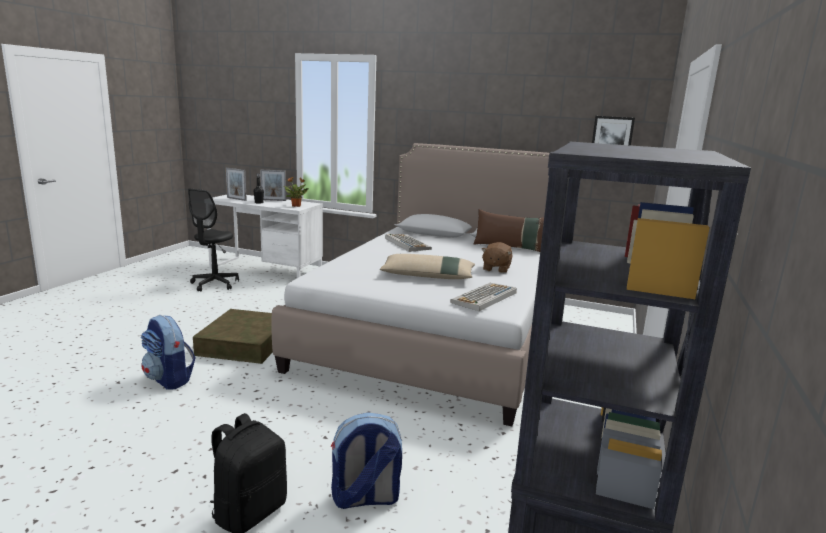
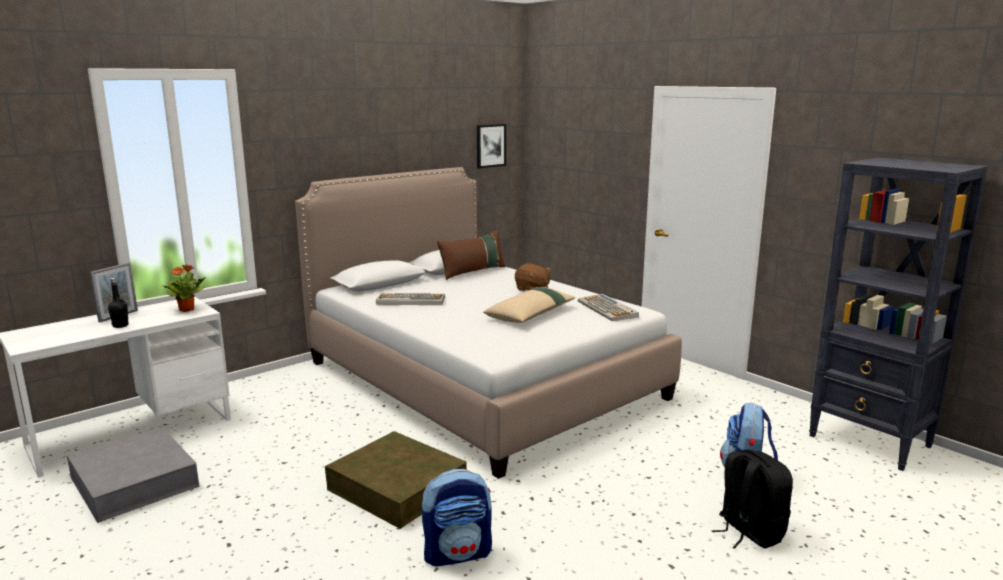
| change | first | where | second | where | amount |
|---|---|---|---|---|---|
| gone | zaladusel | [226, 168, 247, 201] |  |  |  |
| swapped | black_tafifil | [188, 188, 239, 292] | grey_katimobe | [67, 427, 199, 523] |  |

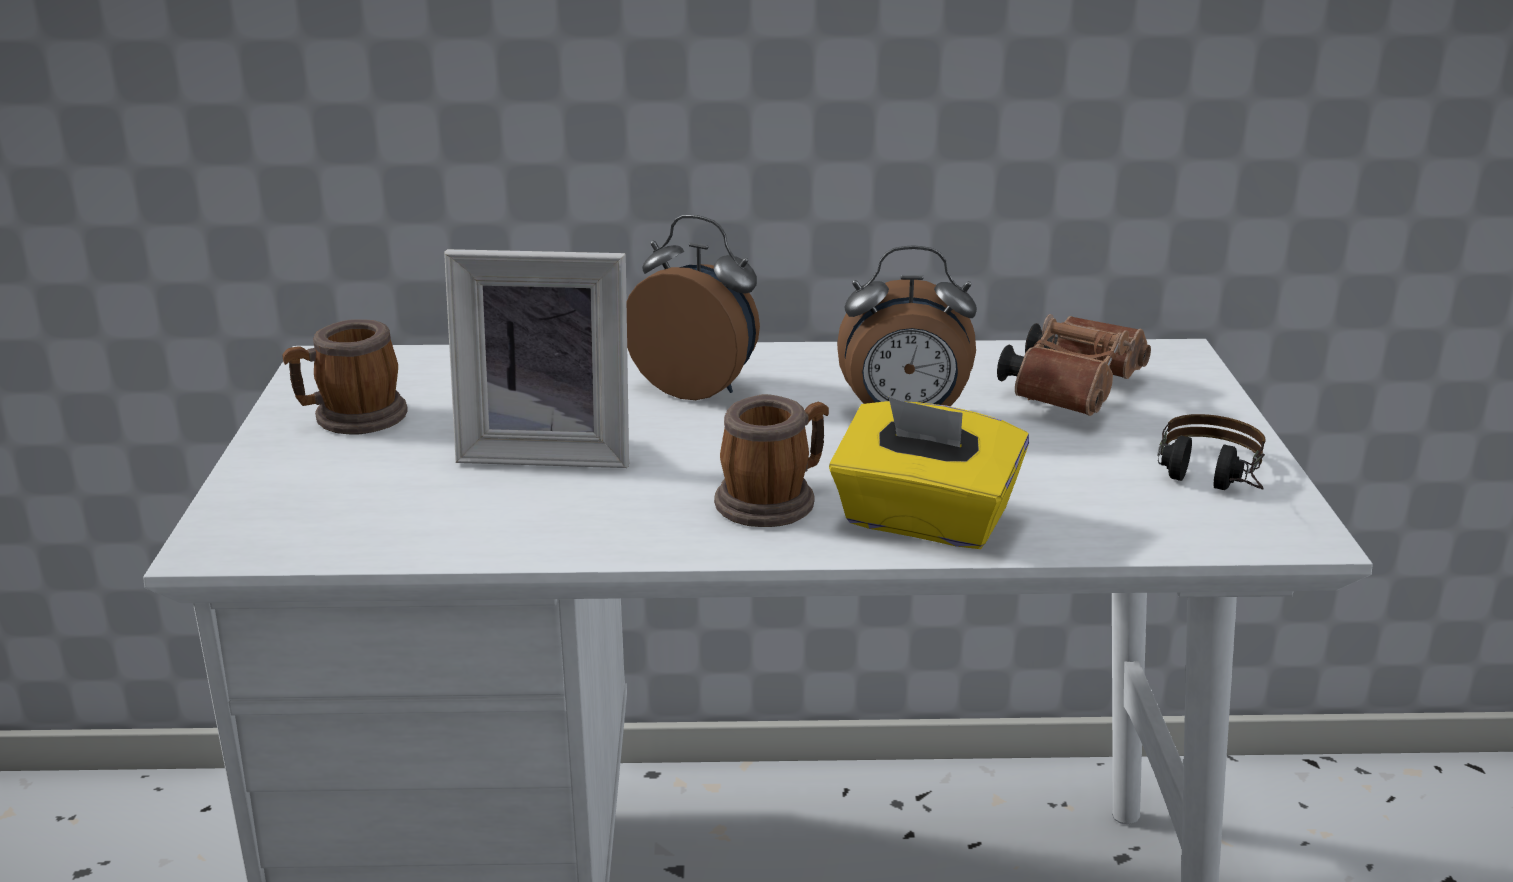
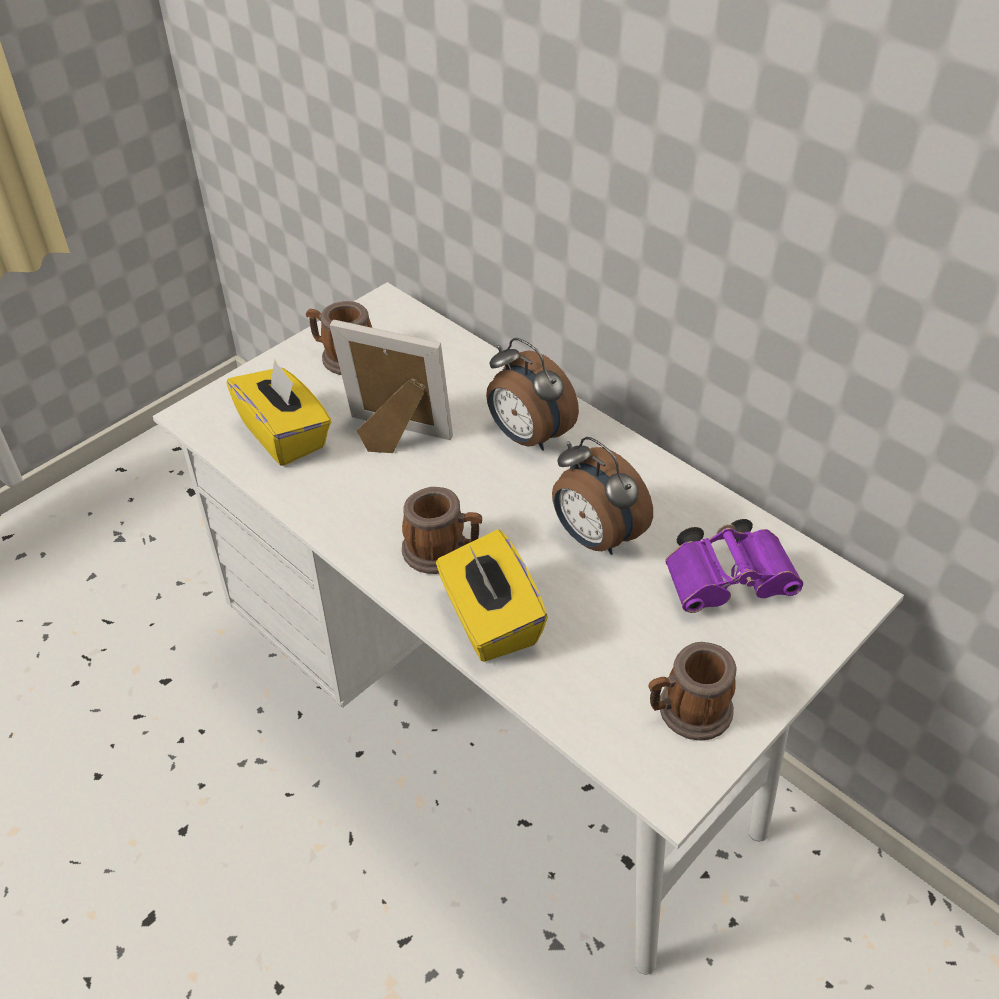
| change | first | where | second | where | amount |
|---|---|---|---|---|---|
| new |  |  | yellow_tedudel | [227, 360, 332, 466] |  |
| swapped | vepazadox | [1157, 414, 1265, 490] | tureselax | [649, 642, 736, 741] |  |
| repainted | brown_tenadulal | [997, 314, 1151, 416] | purple_tenadulal | [665, 519, 803, 613] |  |
| rotated | zaladusel | [444, 249, 629, 468] |  | [329, 320, 453, 453] | 150 degrees clockwise |
| rotated | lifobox | [627, 215, 760, 400] |  | [486, 338, 579, 451] | 150 degrees clockwise |

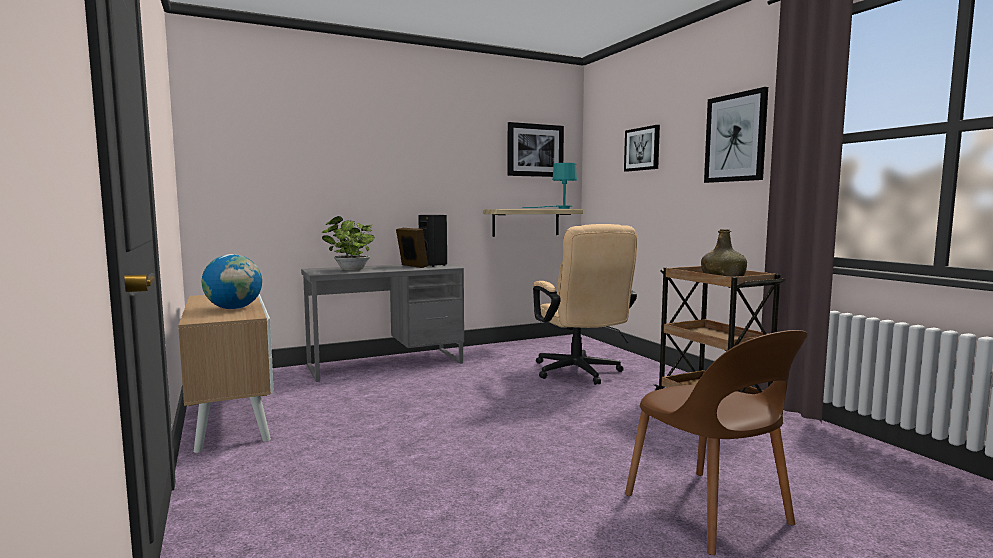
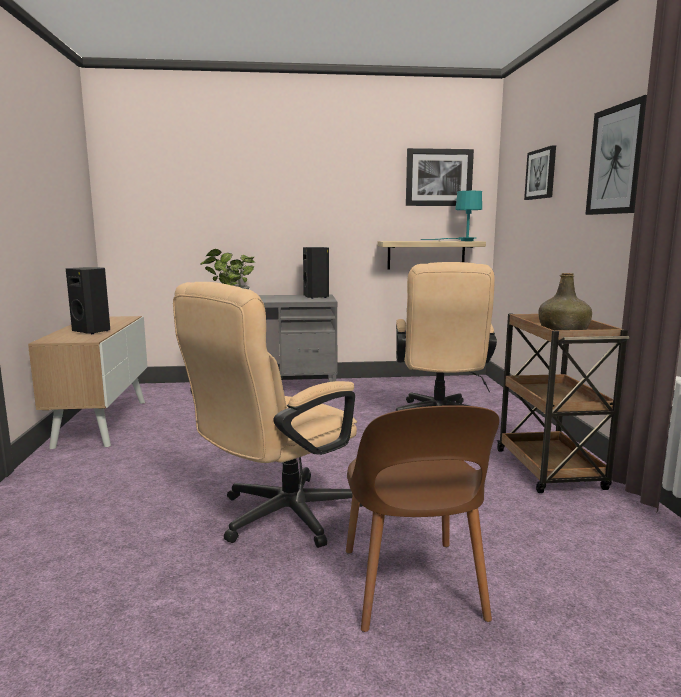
| change | first | where | second | where | amount |
|---|---|---|---|---|---|
| gone | zaladusel | [396, 228, 428, 268] |  |  |  |
| new |  |  | beige_tafifil | [173, 282, 362, 548] |  |
| swapped | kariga | [202, 254, 262, 309] | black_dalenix | [66, 267, 110, 334] |  |

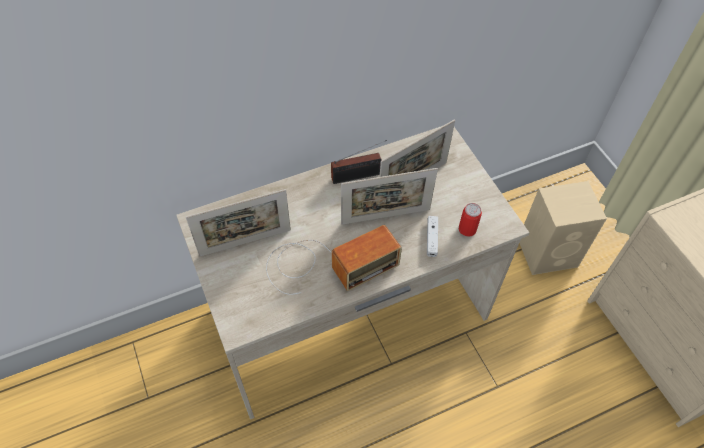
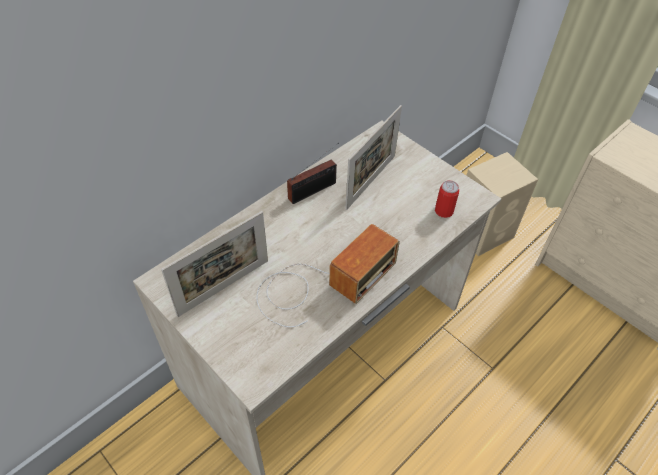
| change | first | where | second | where | amount |
|---|---|---|---|---|---|
| gone | zaladusel | [341, 168, 438, 225] |  |  |  |
| gone | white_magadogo | [427, 216, 438, 257] |  |  |  |

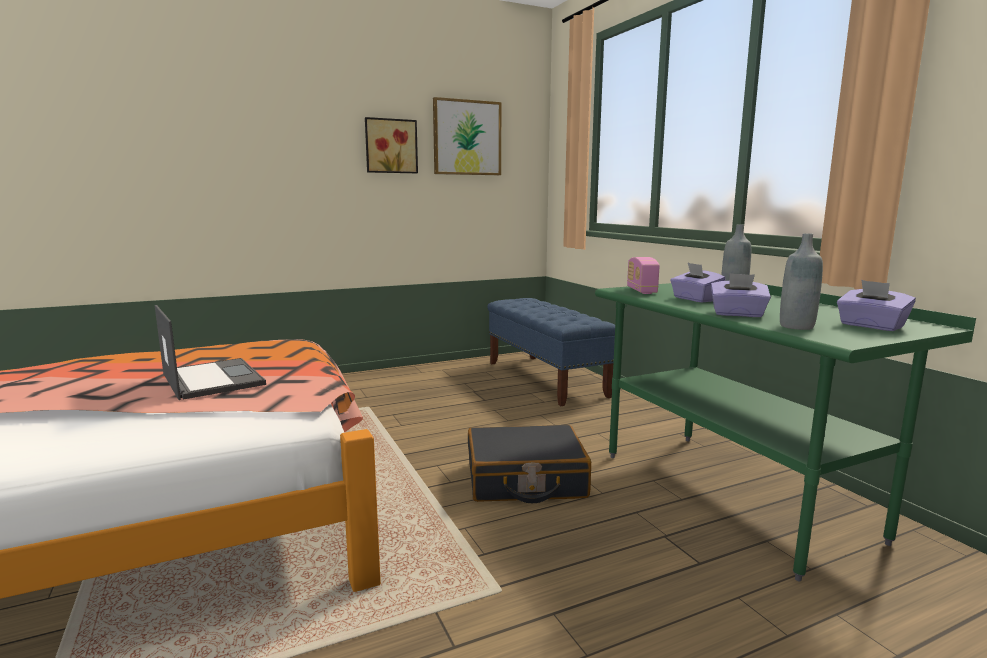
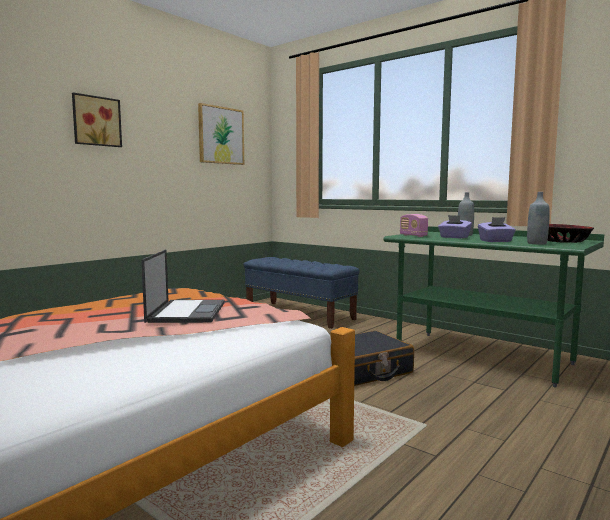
| change | first | where | second | where | amount |
|---|---|---|---|---|---|
| shifted | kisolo | [365, 117, 418, 173] |  | [72, 93, 122, 147] |  |
| swapped | purple_tedudel | [837, 280, 916, 331] | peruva | [548, 224, 594, 243] |  |
| rotated | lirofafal | [155, 305, 266, 400] |  | [141, 249, 225, 323] | 60 degrees clockwise |

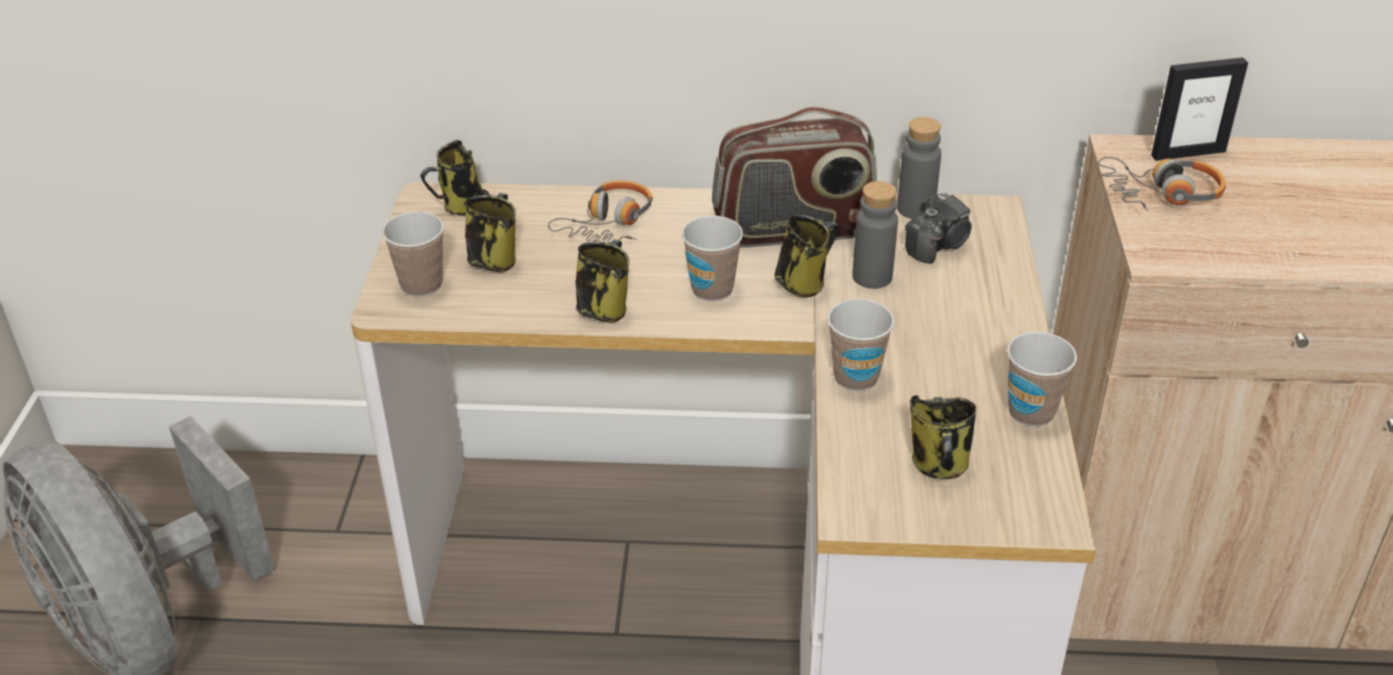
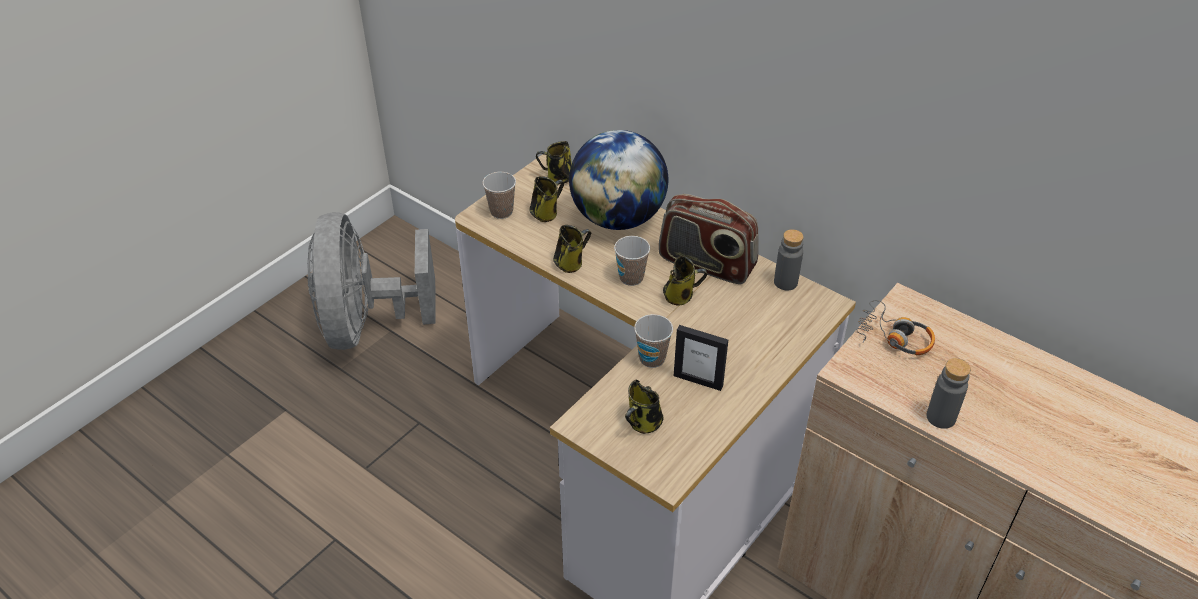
| change | first | where | second | where | amount |
|---|---|---|---|---|---|
| gone | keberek | [905, 191, 972, 264] |  |  |  |
| gone | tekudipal | [1007, 332, 1077, 427] |  |  |  |
| shifted | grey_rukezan | [852, 181, 898, 289] |  | [926, 358, 971, 429] |  |
| shifted | zaladusel | [1151, 57, 1248, 161] |  | [674, 325, 728, 391] |  |
| swapped | vepazadox | [548, 181, 653, 244] | kariga | [569, 130, 668, 230] |  |

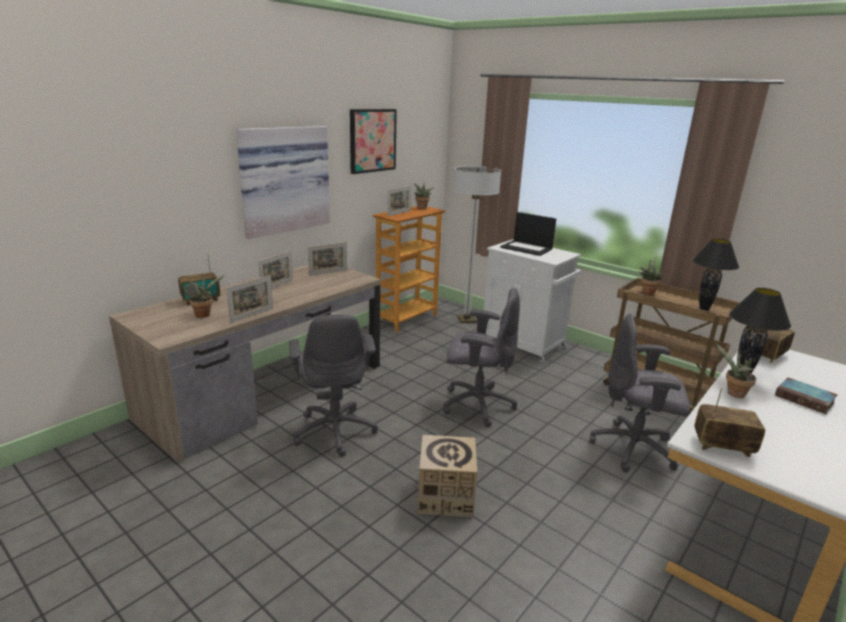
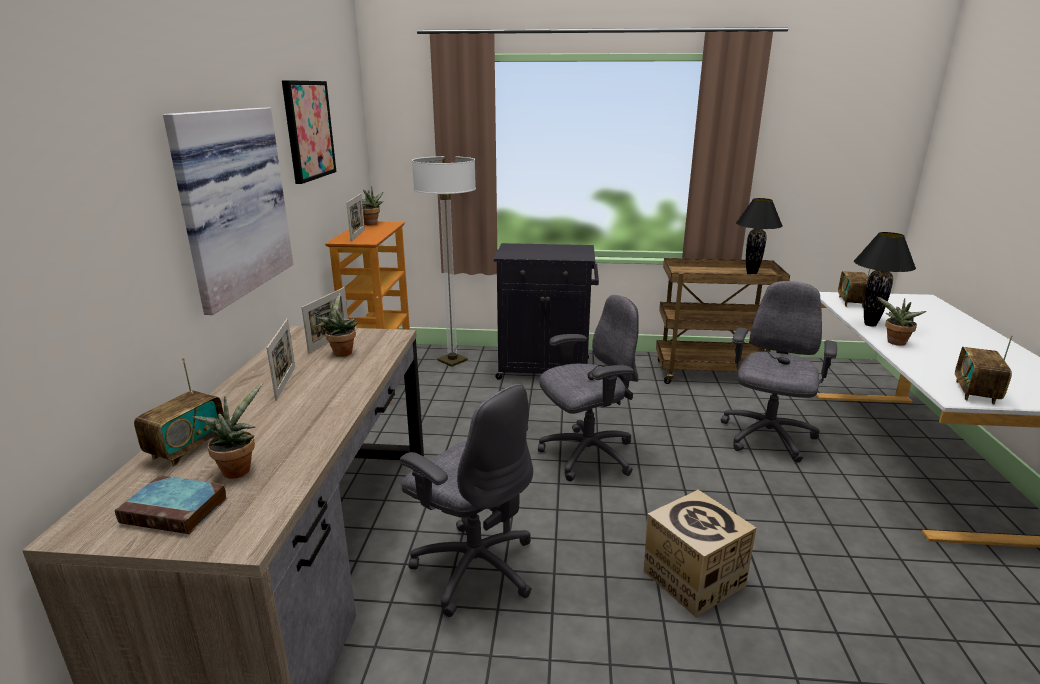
| change | first | where | second | where | amount |
|---|---|---|---|---|---|
| gone | zaladusel | [226, 275, 273, 323] |  |  |  |
| gone | lirofafal | [500, 212, 556, 256] |  |  |  |
| shifted | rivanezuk | [639, 256, 663, 295] |  | [316, 293, 358, 357] |  |
| shifted | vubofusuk | [775, 377, 838, 414] |  | [115, 475, 227, 534] |  |
| repainted | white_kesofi | [484, 239, 581, 363] | black_kesofi | [494, 243, 599, 380] |  |
| rotated | grey_tafifil | [589, 314, 690, 473] |  | [721, 281, 837, 463] | 135 degrees clockwise |
| rotated | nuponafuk | [695, 389, 765, 457] |  | [955, 335, 1013, 405] | 45 degrees counterclockwise |

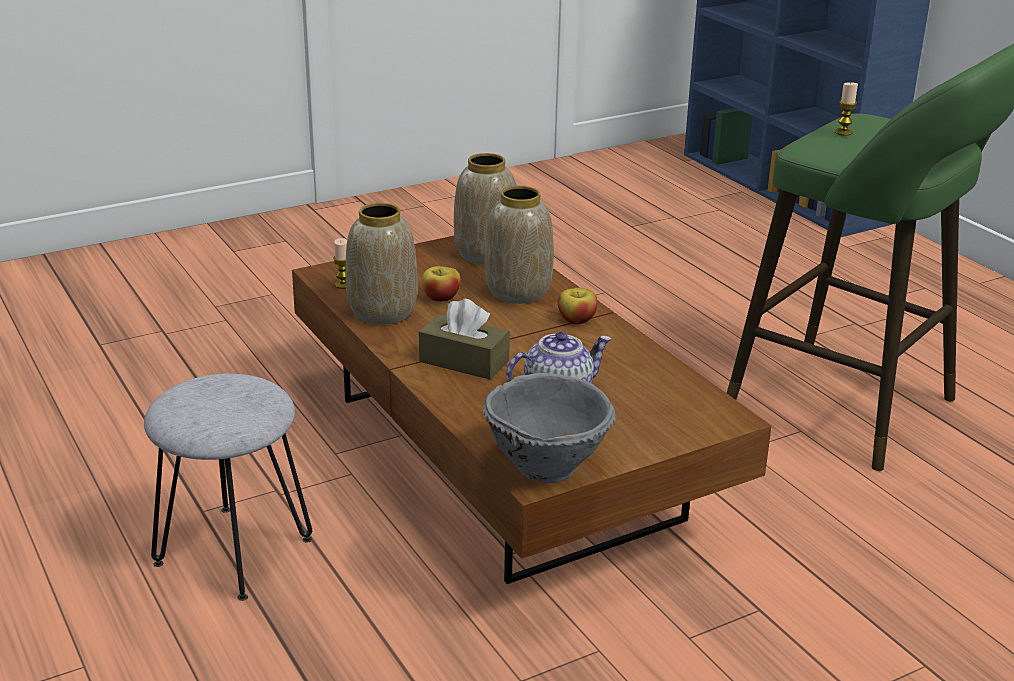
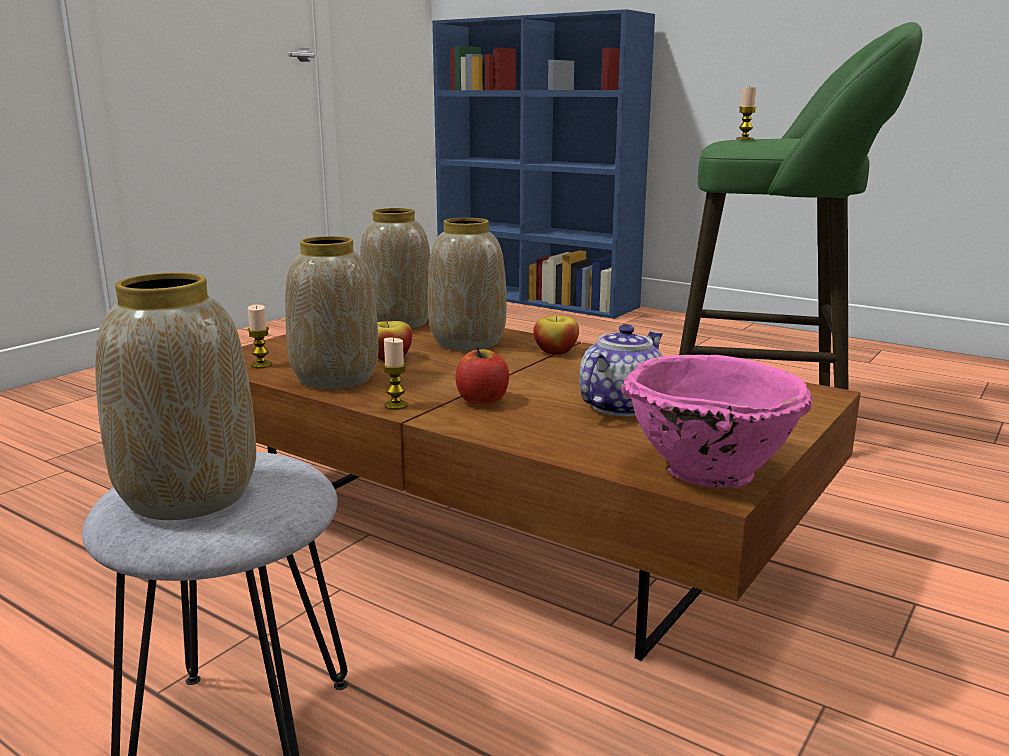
| change | first | where | second | where | amount |
|---|---|---|---|---|---|
| new |  |  | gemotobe | [95, 272, 256, 520] |  |
| new |  |  | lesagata | [382, 338, 408, 410] |  |
| swapped | brown_tedudel | [419, 299, 510, 380] | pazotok | [456, 346, 509, 405] |  |
| repainted | grey_peruva | [483, 373, 616, 483] | pink_peruva | [621, 355, 812, 488] |  |

